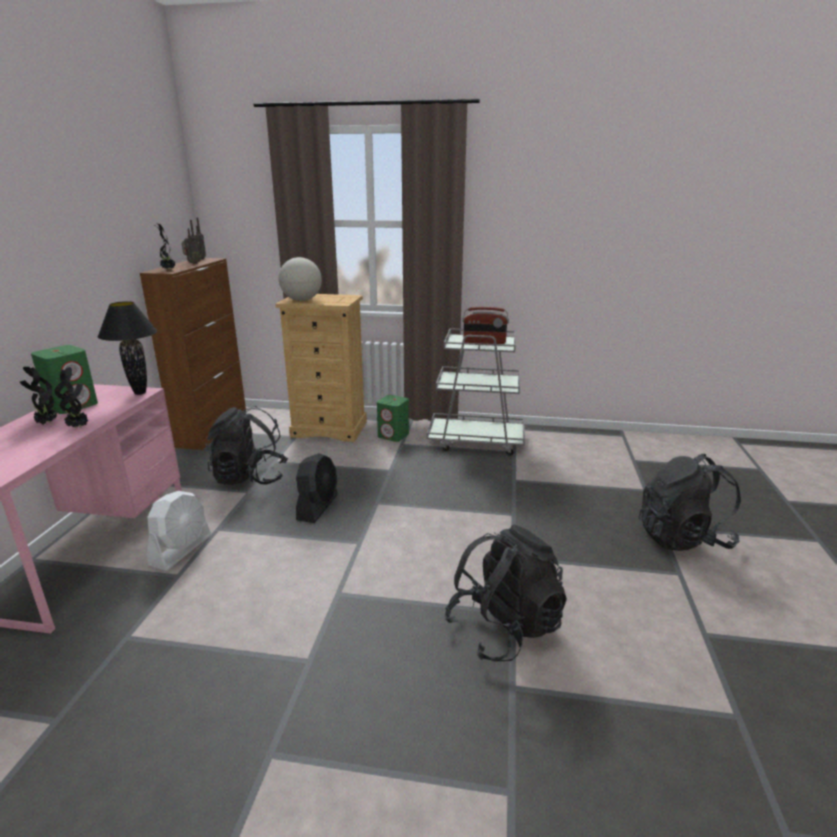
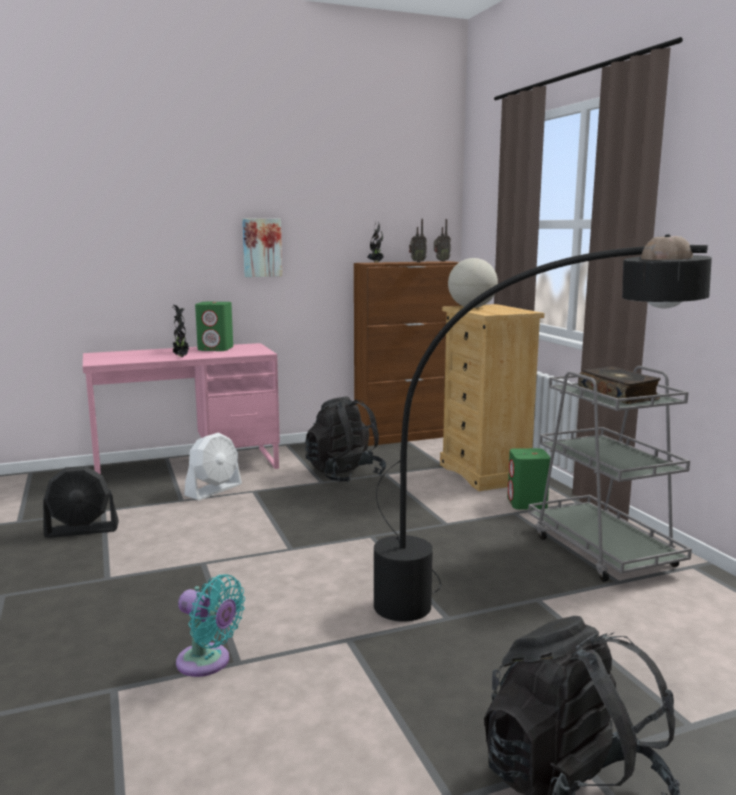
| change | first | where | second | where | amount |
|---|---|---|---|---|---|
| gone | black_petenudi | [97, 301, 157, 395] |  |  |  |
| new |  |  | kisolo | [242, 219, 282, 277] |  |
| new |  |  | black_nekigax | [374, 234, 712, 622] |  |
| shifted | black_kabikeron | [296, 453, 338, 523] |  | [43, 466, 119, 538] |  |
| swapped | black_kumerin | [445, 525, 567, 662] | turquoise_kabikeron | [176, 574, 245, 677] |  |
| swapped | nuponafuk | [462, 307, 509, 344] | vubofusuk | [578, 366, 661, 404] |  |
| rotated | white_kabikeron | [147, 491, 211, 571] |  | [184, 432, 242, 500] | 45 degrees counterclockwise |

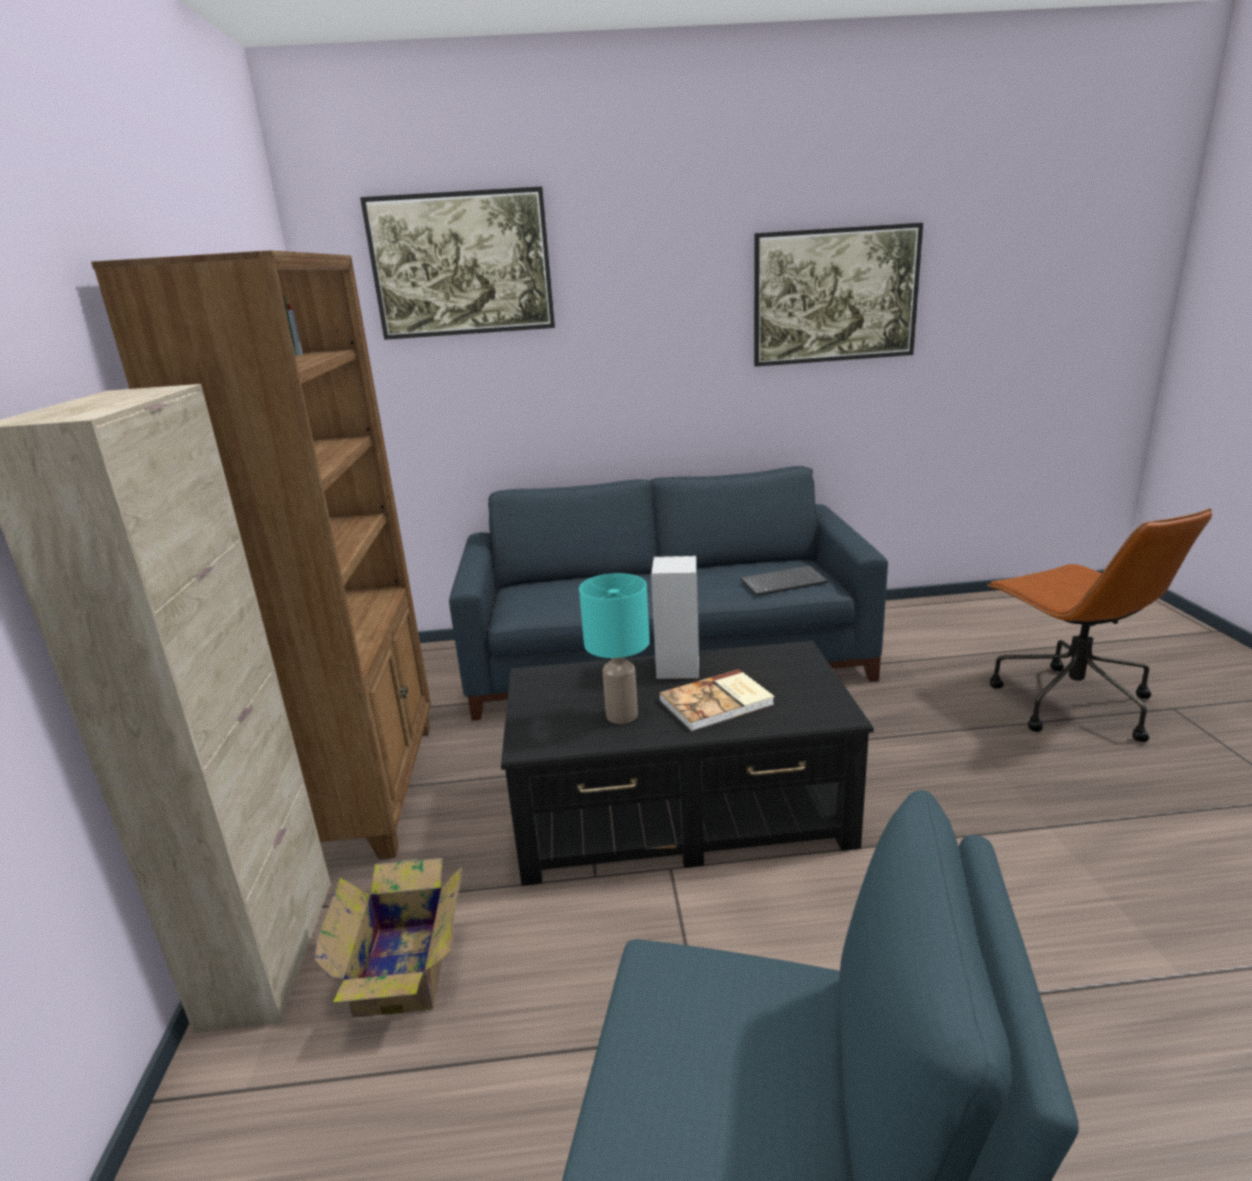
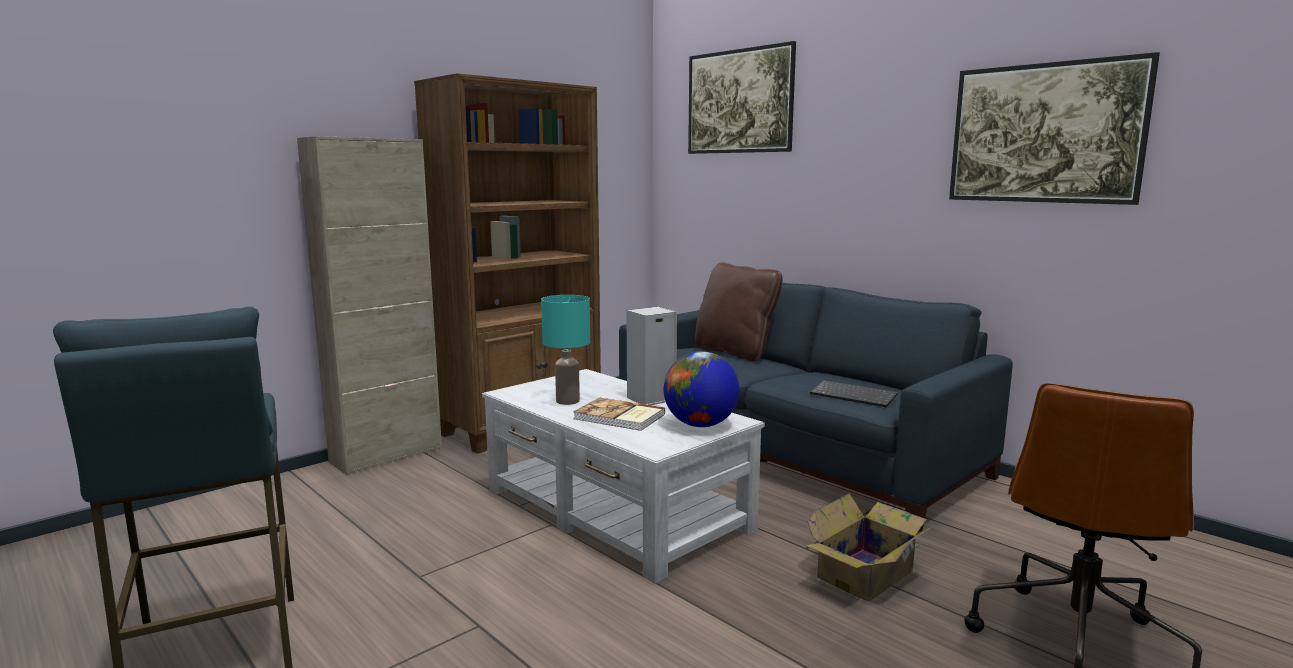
| change | first | where | second | where | amount |
|---|---|---|---|---|---|
| new |  |  | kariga | [664, 351, 739, 427] |  |
| new |  |  | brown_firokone | [695, 263, 783, 362] |  |
| shifted | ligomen | [314, 858, 463, 1018] |  | [805, 493, 935, 602] |  |
| repainted | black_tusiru | [501, 641, 874, 886] | white_tusiru | [482, 369, 765, 583] |  |

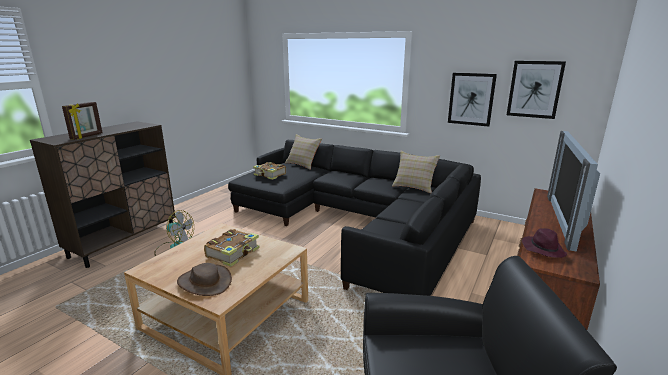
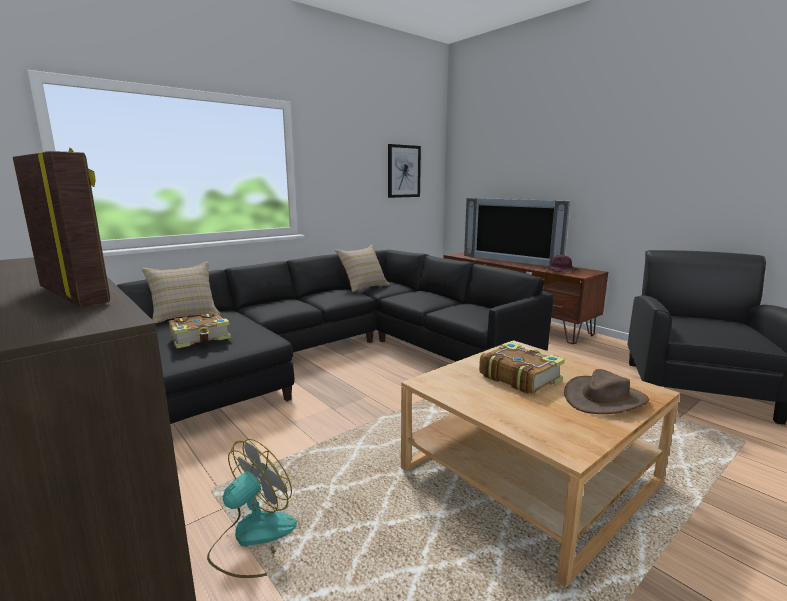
| change | first | where | second | where | amount |
|---|---|---|---|---|---|
| gone | kisolo | [448, 73, 497, 127] |  |  |  |

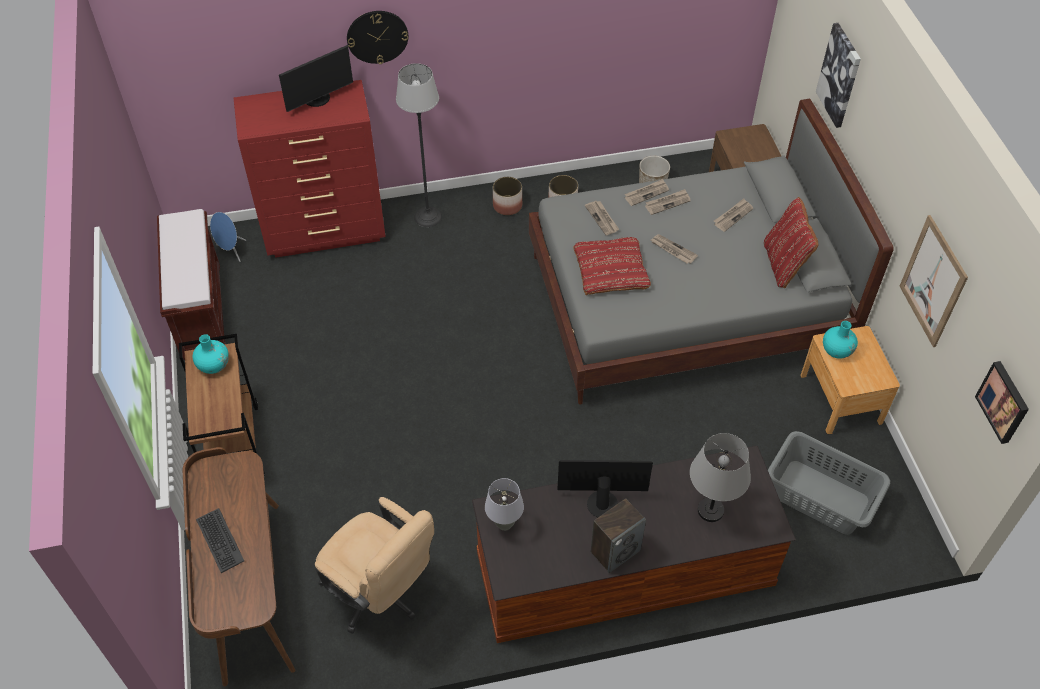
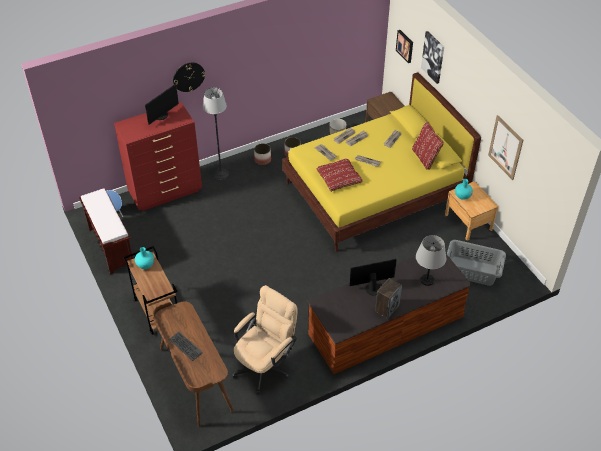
| change | first | where | second | where | amount |
|---|---|---|---|---|---|
| gone | grey_petenudi | [485, 478, 524, 531] |  |  |  |
| shifted | kisolo | [975, 361, 1029, 444] |  | [396, 30, 413, 63] |  |
| repainted | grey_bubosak | [529, 99, 894, 405] | yellow_bubosak | [283, 72, 481, 252] |  |
| rotated | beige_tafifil | [315, 497, 434, 634] |  | [232, 285, 298, 394] | 75 degrees counterclockwise |

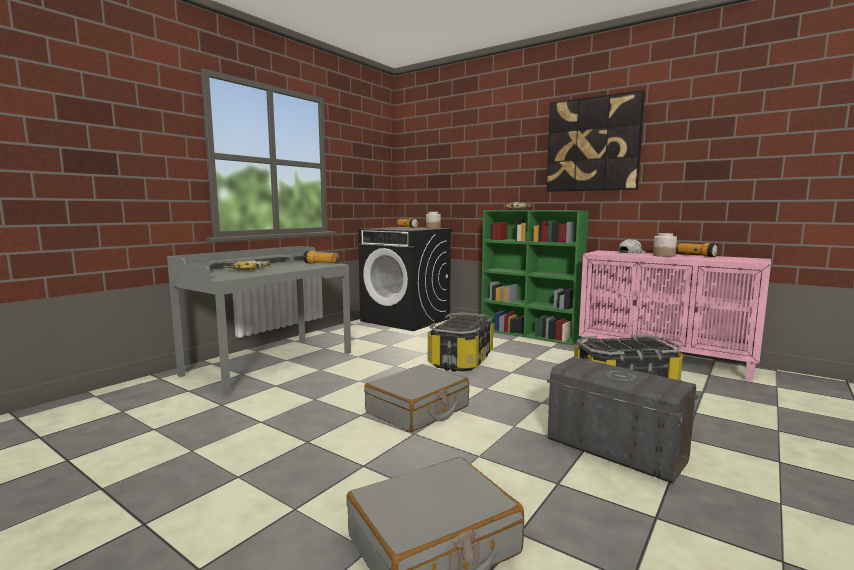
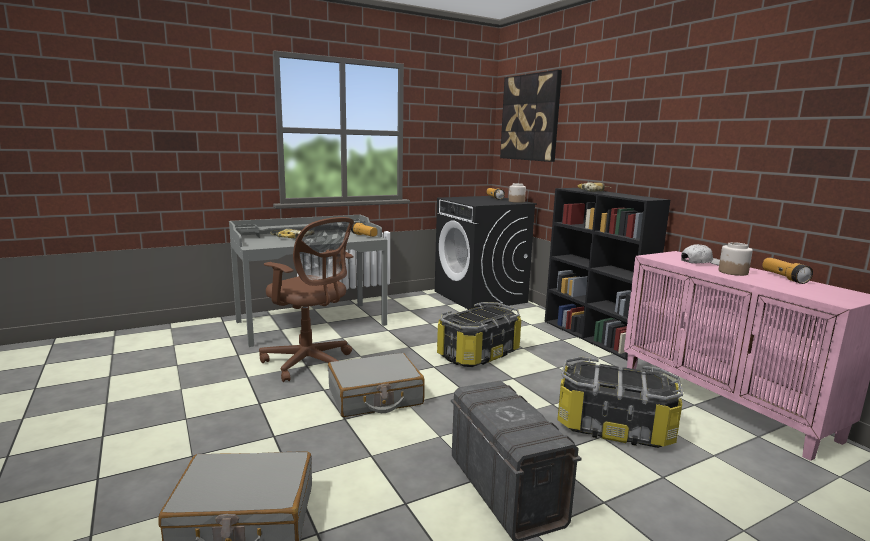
| change | first | where | second | where | amount |
|---|---|---|---|---|---|
| new |  |  | brown_tafifil | [259, 217, 354, 382] |  |
| shifted | kisolo | [547, 90, 645, 192] |  | [500, 70, 562, 162] |  |
| repainted | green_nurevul | [481, 210, 589, 345] | black_nurevul | [545, 188, 670, 360] |  |

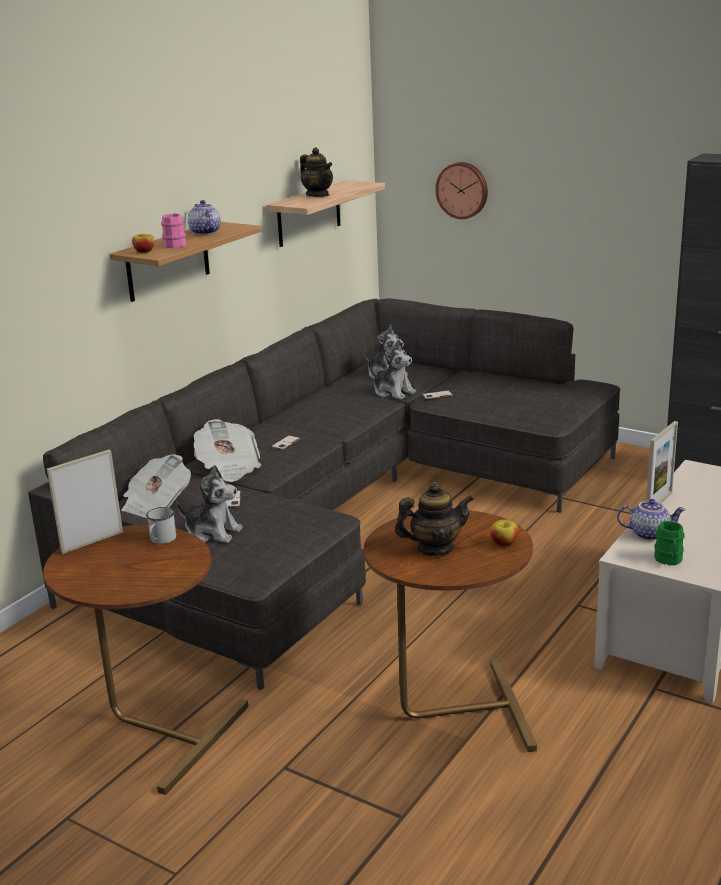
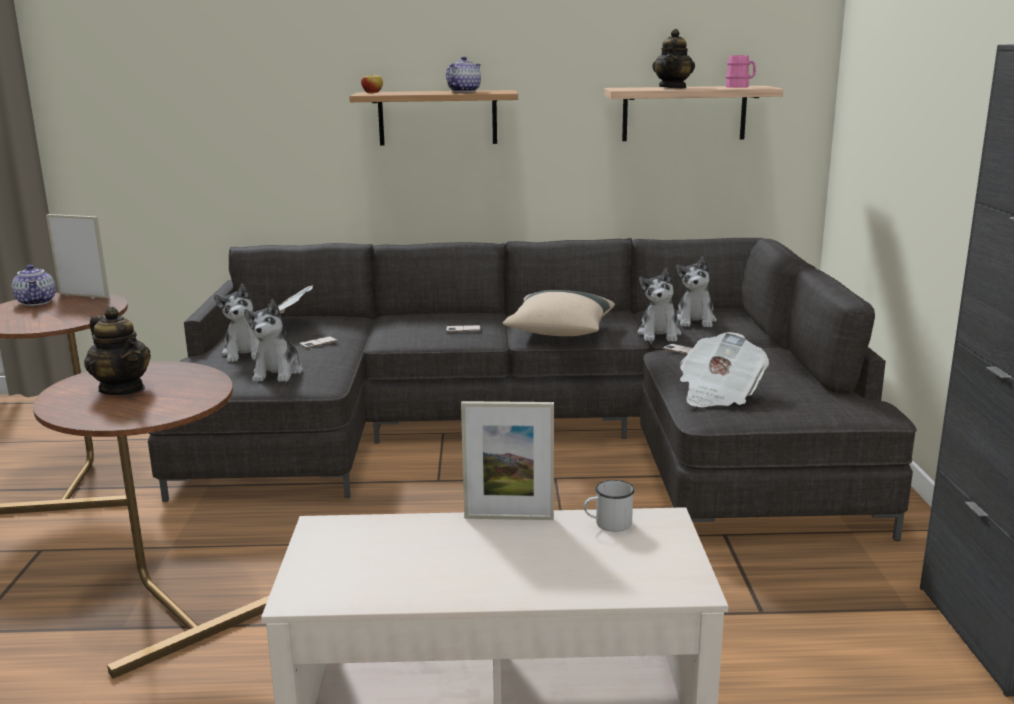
| change | first | where | second | where | amount |
|---|---|---|---|---|---|
| gone | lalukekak | [435, 162, 488, 219] |  |  |  |
| gone | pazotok | [490, 519, 519, 546] |  |  |  |
| gone | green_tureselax | [654, 521, 685, 565] |  |  |  |
| new |  |  | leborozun | [244, 299, 303, 382] |  |
| new |  |  | beige_firokone | [503, 290, 615, 336] |  |
| shifted | white_tureselax | [146, 507, 176, 544] |  | [584, 480, 635, 532] |  |
| shifted | pink_tureselax | [161, 213, 186, 248] |  | [726, 55, 756, 88] |  |
| shifted | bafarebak | [193, 419, 261, 482] |  | [680, 332, 769, 407] |  |
| shifted | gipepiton | [617, 499, 686, 540] |  | [12, 265, 56, 306] |  |

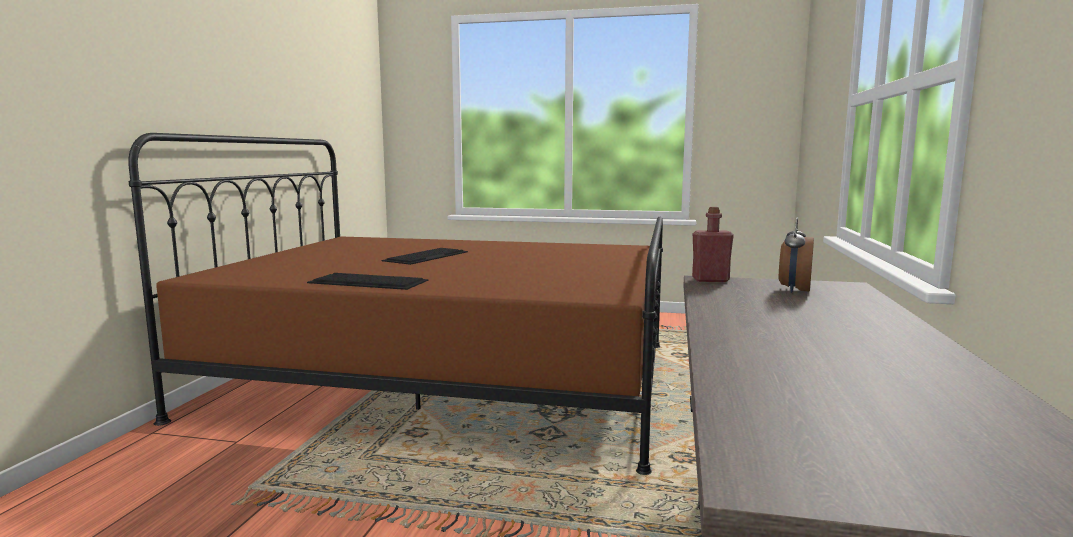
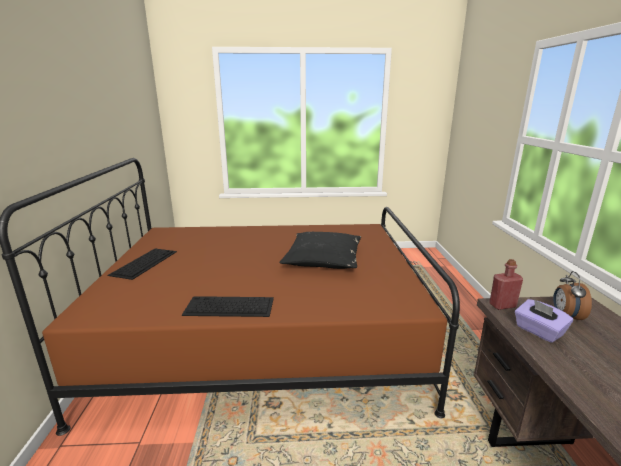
| change | first | where | second | where | amount |
|---|---|---|---|---|---|
| new |  |  | black_firokone | [280, 232, 361, 269] |  |
| new |  |  | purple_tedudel | [515, 299, 573, 343] |  |
| shifted | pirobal | [382, 248, 468, 265] |  | [107, 248, 177, 280] |  |

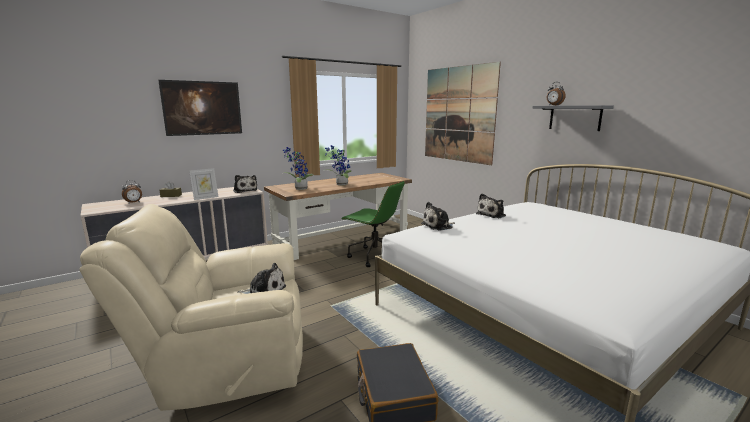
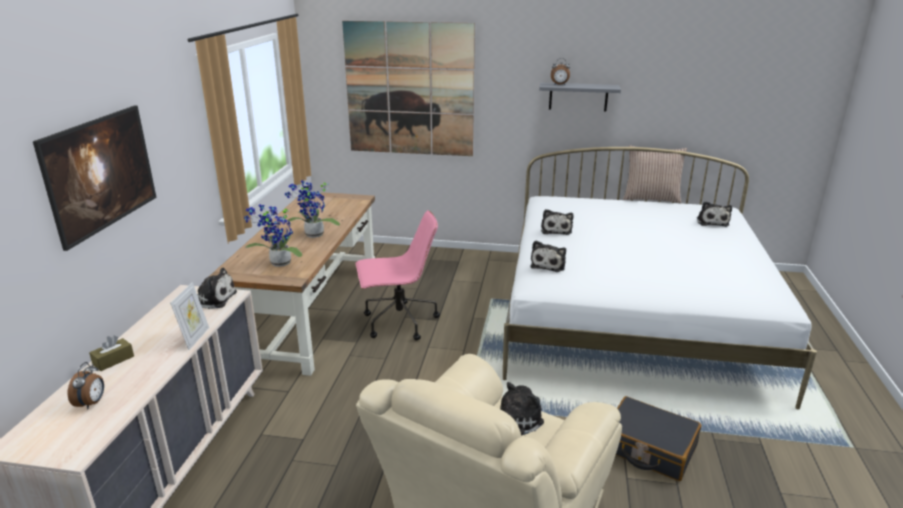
| change | first | where | second | where | amount |
|---|---|---|---|---|---|
| new |  |  | firokone | [623, 145, 687, 204] |  |
| new |  |  | leborozun | [697, 201, 732, 227] |  |
| repainted | green_tafifil | [341, 181, 405, 267] | pink_tafifil | [356, 210, 440, 341] |  |

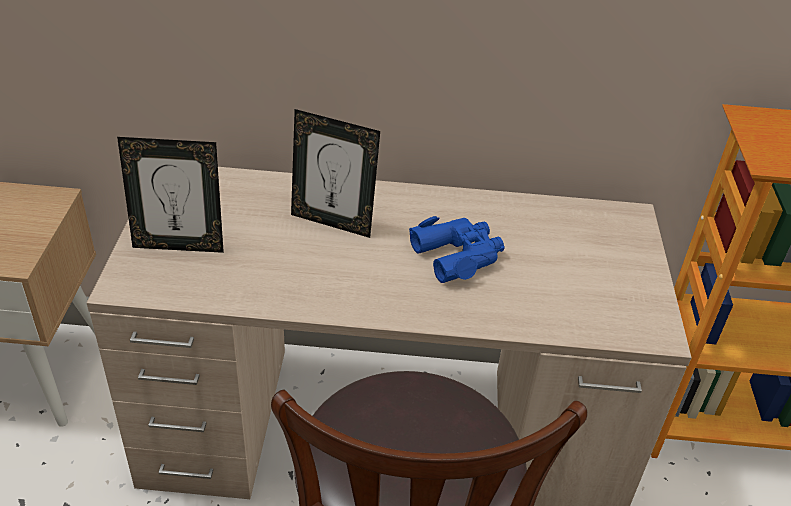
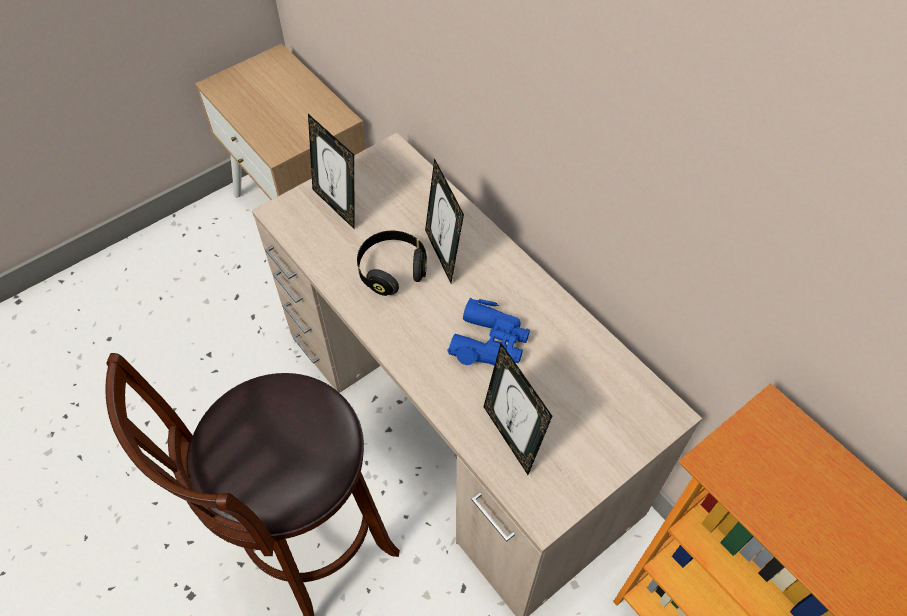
| change | first | where | second | where | amount |
|---|---|---|---|---|---|
| new |  |  | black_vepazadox | [357, 231, 427, 296] |  |
| new |  |  | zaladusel | [483, 343, 552, 475] |  |

